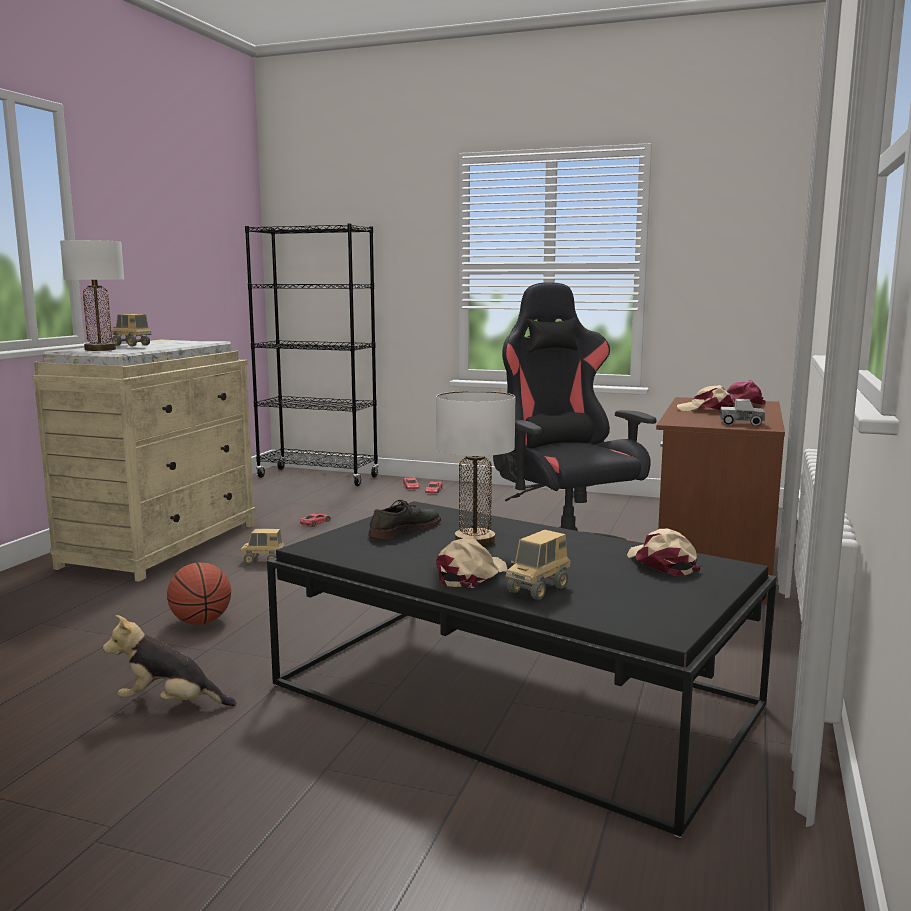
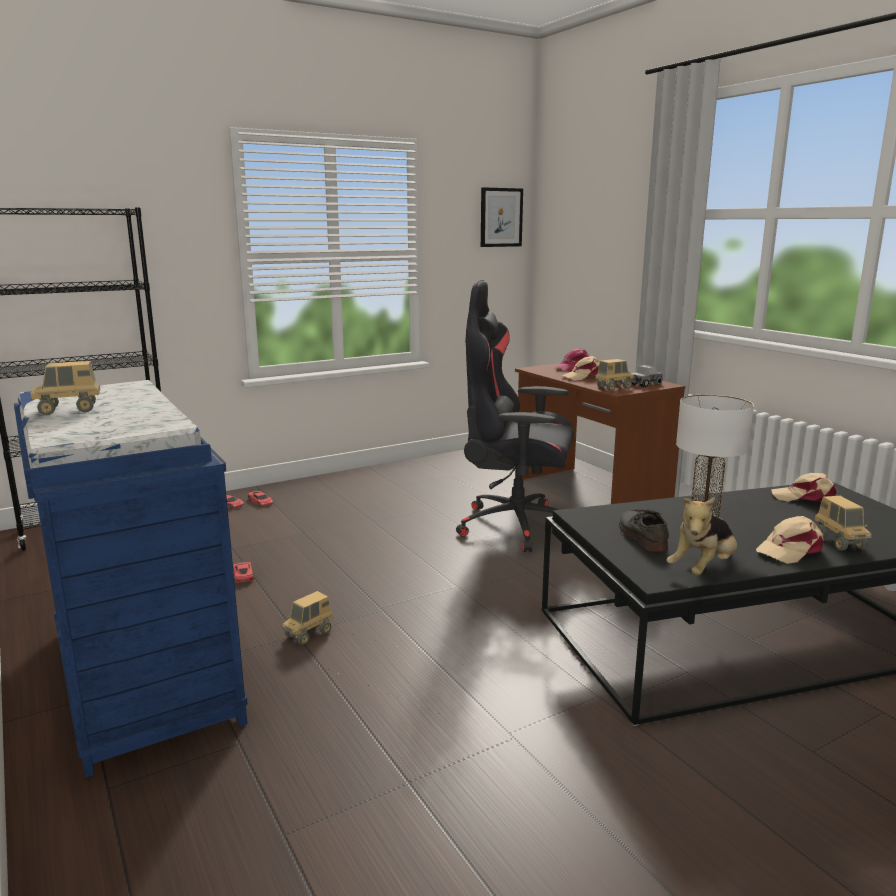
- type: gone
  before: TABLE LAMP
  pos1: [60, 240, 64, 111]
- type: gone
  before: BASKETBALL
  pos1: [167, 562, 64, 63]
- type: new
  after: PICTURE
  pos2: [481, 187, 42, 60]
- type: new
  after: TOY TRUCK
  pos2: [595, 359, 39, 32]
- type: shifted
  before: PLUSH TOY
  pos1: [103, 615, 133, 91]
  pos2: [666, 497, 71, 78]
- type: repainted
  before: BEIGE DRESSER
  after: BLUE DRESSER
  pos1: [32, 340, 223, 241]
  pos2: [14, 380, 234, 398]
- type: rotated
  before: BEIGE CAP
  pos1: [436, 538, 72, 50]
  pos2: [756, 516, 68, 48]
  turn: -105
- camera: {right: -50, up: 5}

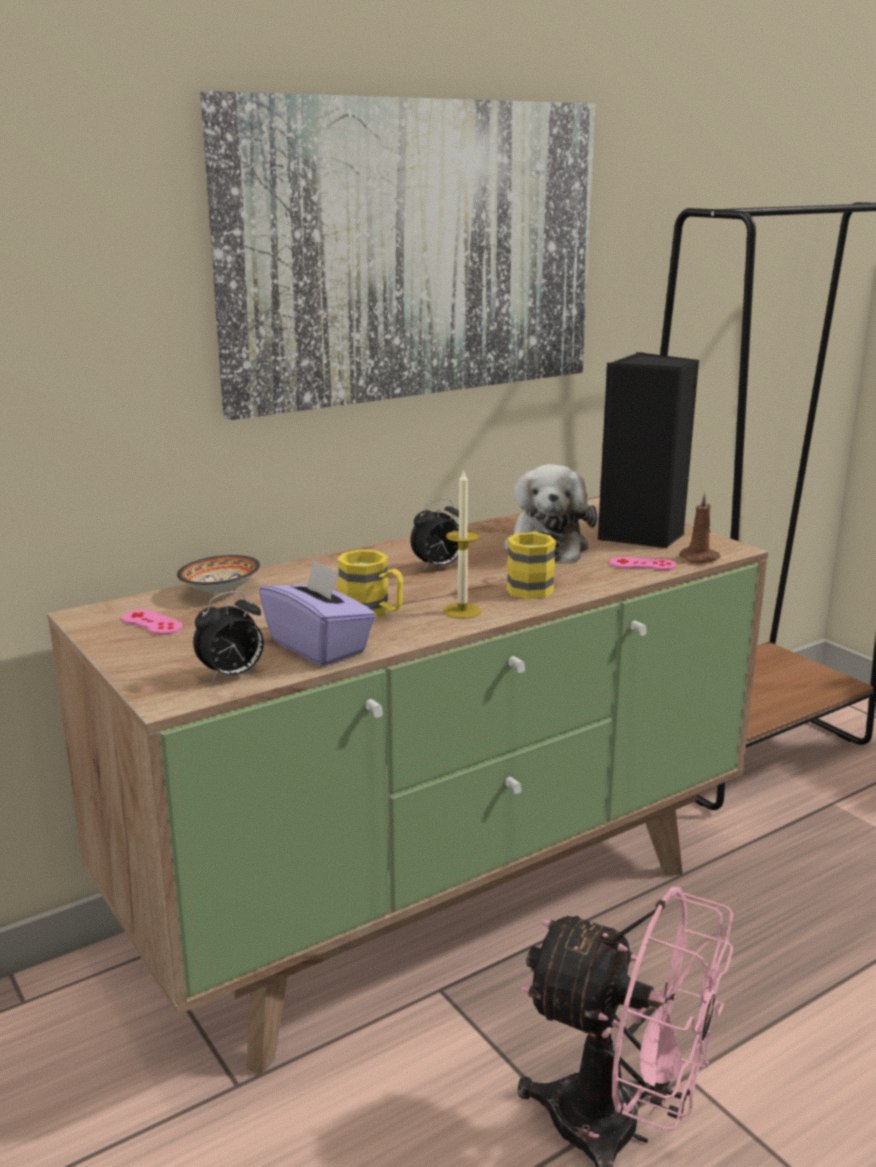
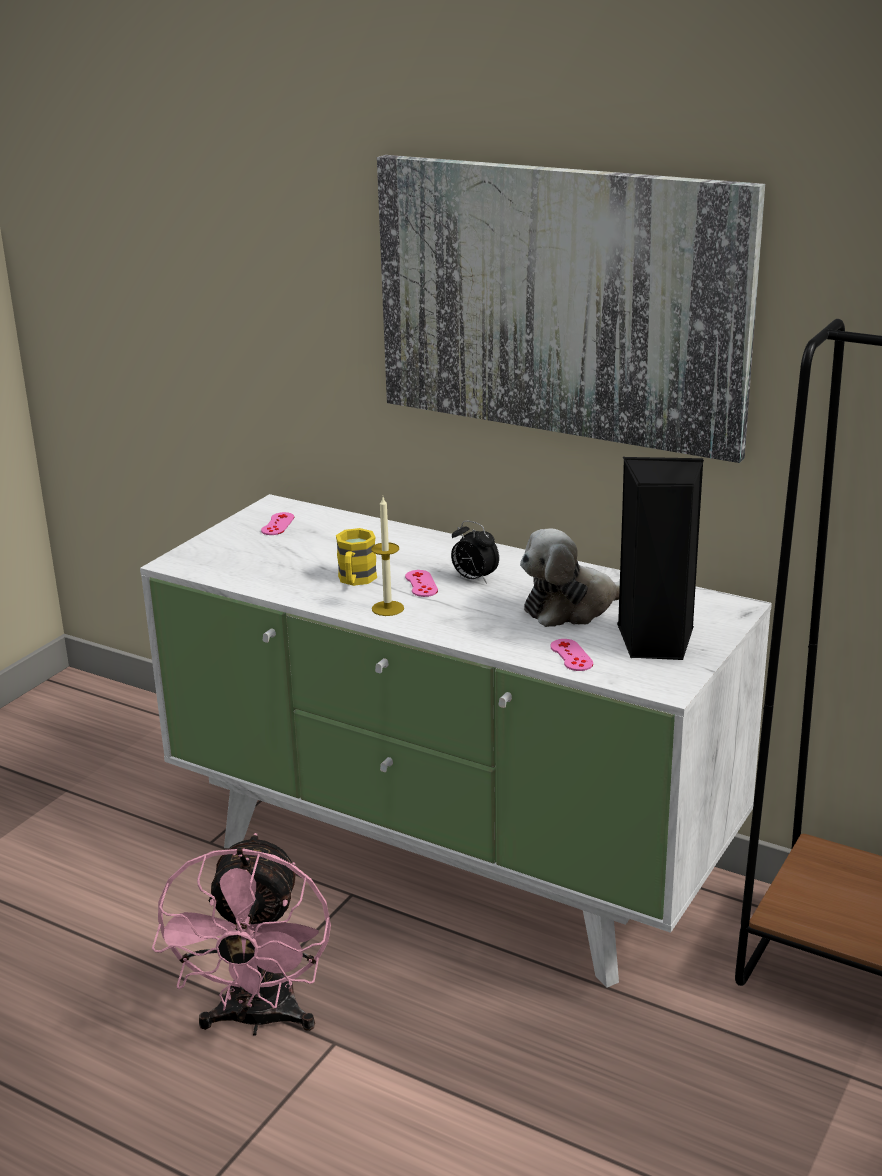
- type: gone
  before: BOWL
  pos1: [177, 555, 83, 38]
- type: gone
  before: ALARM CLOCK
  pos1: [193, 591, 71, 91]
- type: gone
  before: PURPLE TISSUE BOX
  pos1: [259, 559, 117, 107]
- type: gone
  before: YELLOW MUG
  pos1: [506, 531, 50, 68]
- type: gone
  before: BROWN CANDLE
  pos1: [679, 492, 42, 70]
- type: new
  after: PINK GAME CONTROLLER
  pos2: [405, 570, 33, 27]
- type: repainted
  before: GREEN DRESSER
  after: WHITE DRESSER
  pos1: [47, 496, 721, 579]
  pos2: [140, 494, 632, 494]
- camera: {right: 65, up: 5}

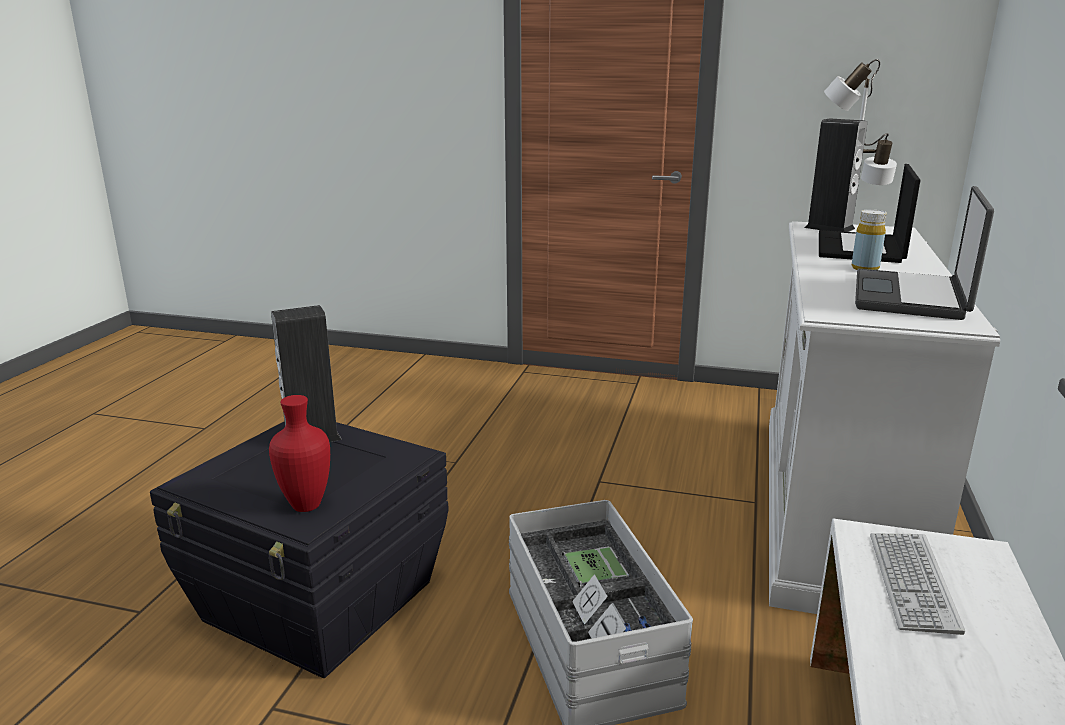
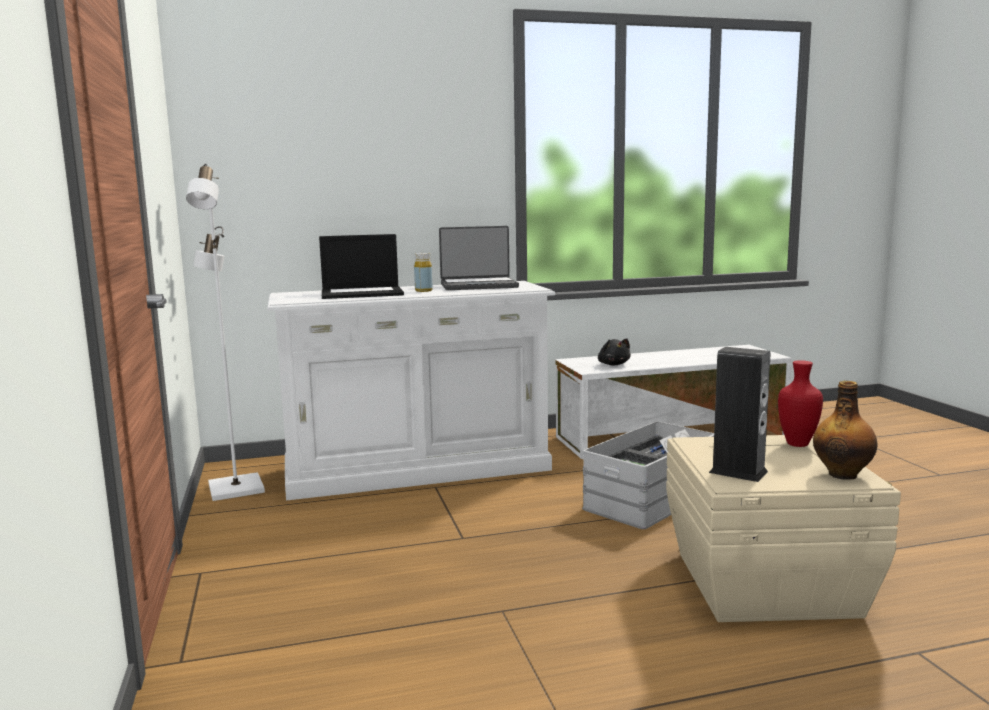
- type: gone
  before: SPEAKER
  pos1: [805, 118, 62, 114]
- type: new
  after: BOTTLE
  pos2: [813, 381, 65, 99]
- type: swapped
  before: KEYBOARD
  after: BLACK PLUSH TOY
  pos1: [870, 533, 95, 102]
  pos2: [598, 338, 33, 27]
- type: repainted
  before: BLACK STORAGE BOX
  after: BEIGE STORAGE BOX
  pos1: [150, 422, 299, 256]
  pos2: [666, 435, 235, 187]
- camera: {right: -120, up: -10}

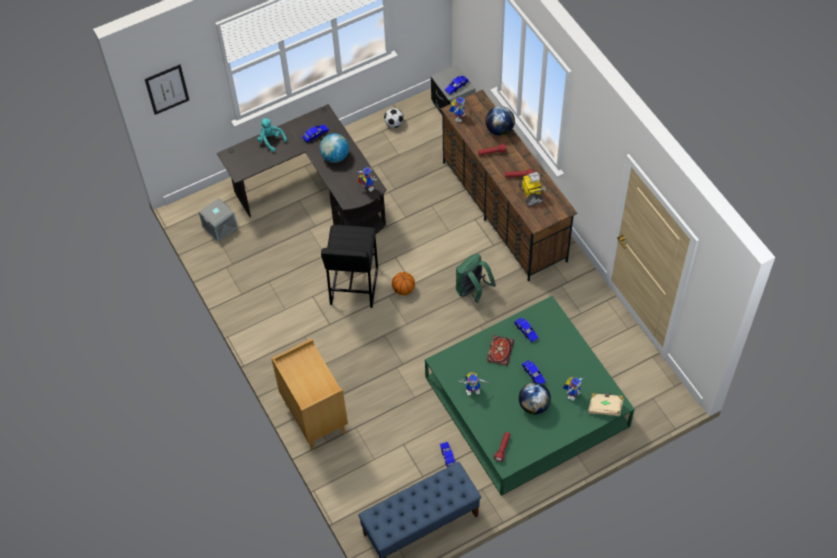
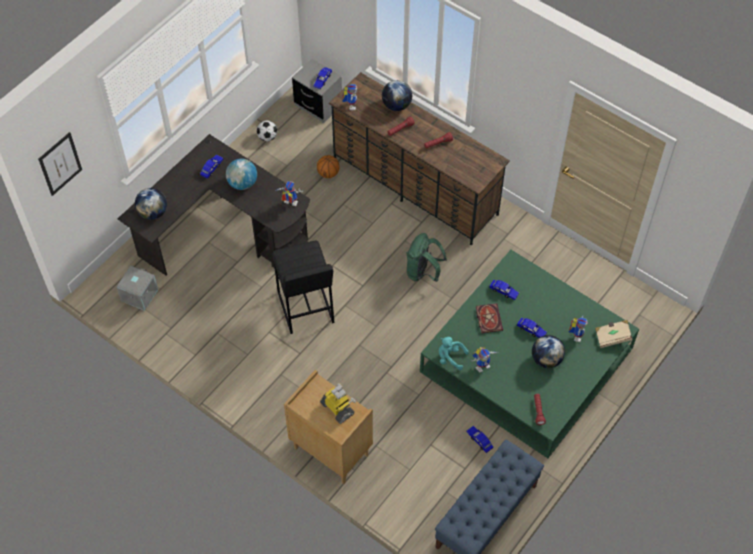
- type: new
  after: GLOBE
  pos2: [135, 188, 32, 32]
- type: shifted
  before: TURQUOISE PLUSH TOY
  pos1: [257, 118, 30, 34]
  pos2: [439, 337, 30, 33]
- type: shifted
  before: BASKETBALL
  pos1: [392, 272, 23, 23]
  pos2: [317, 155, 23, 23]
- type: shifted
  before: TOY ROBOT
  pos1: [519, 172, 28, 34]
  pos2: [320, 383, 36, 41]
- camera: {right: -25, up: 0}

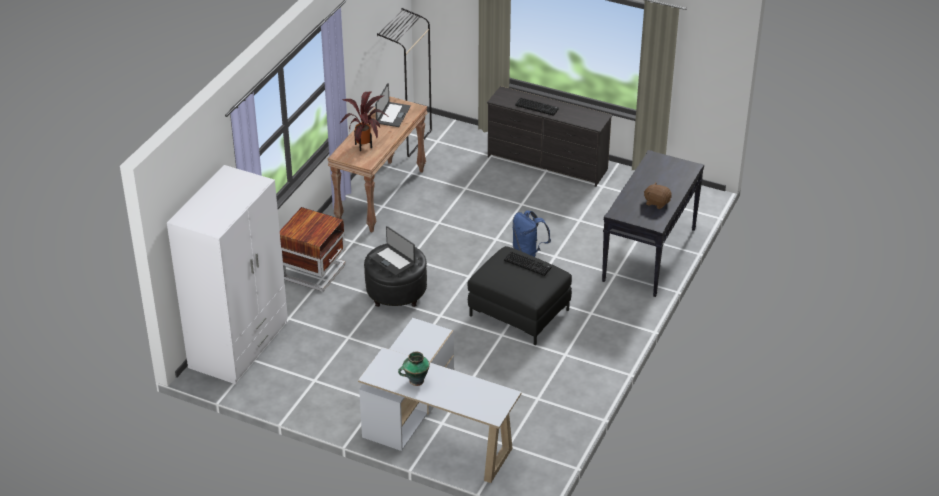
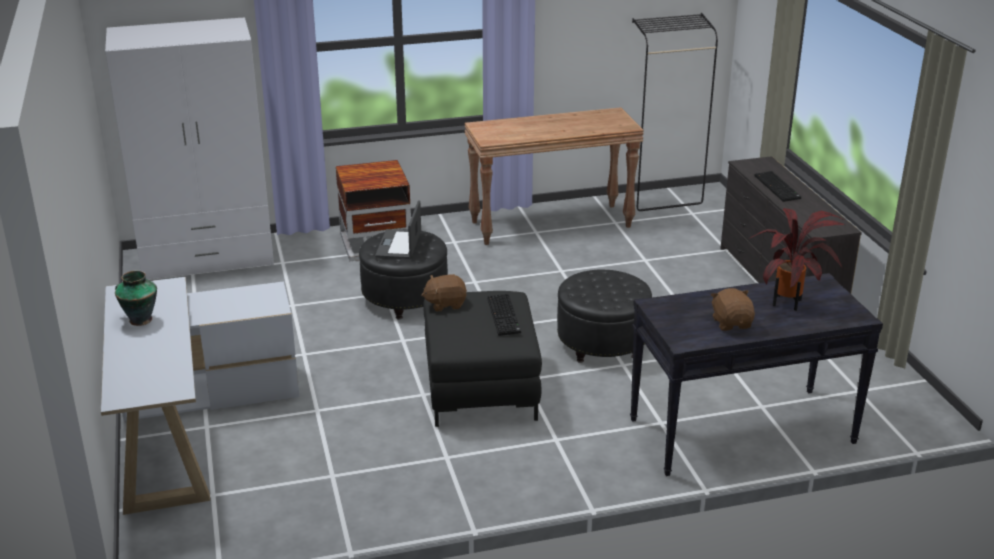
- type: gone
  before: LAPTOP
  pos1: [375, 83, 36, 44]
- type: new
  after: BROWN PLUSH TOY
  pos2: [421, 274, 46, 38]
- type: shifted
  before: POTTED PLANT
  pos1: [339, 91, 48, 60]
  pos2: [749, 208, 96, 103]
- type: swapped
  before: BLUE BACKPACK
  after: BLACK OTTOMAN
  pos1: [512, 210, 39, 47]
  pos2: [557, 270, 95, 93]
- camera: {right: 50, up: -10}

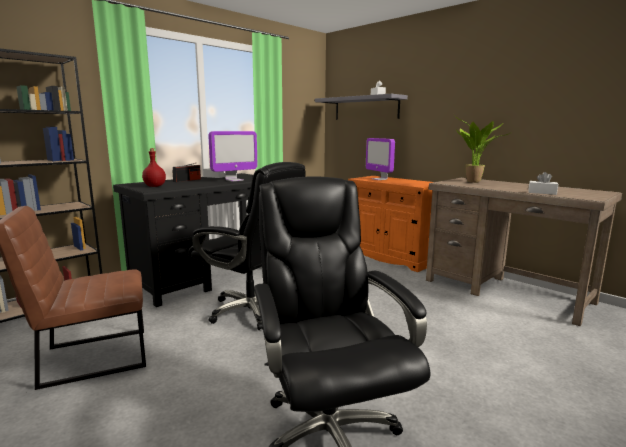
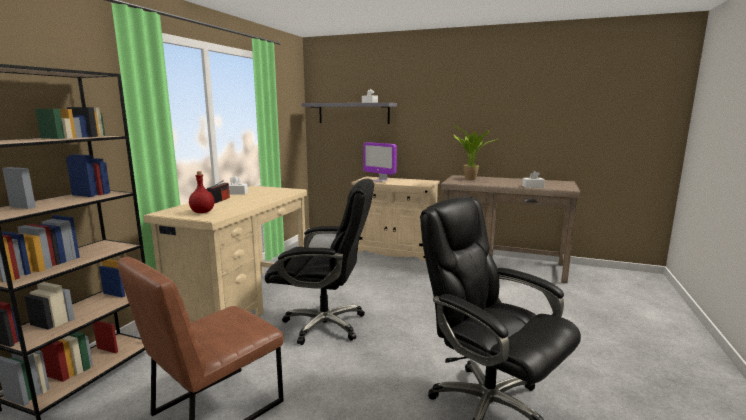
- type: gone
  before: MONITOR
  pos1: [208, 131, 49, 51]
- type: repainted
  before: BLACK DESK
  after: BEIGE DESK
  pos1: [113, 173, 140, 134]
  pos2: [143, 186, 164, 136]
- type: repainted
  before: ORANGE CABINET
  after: BEIGE CABINET
  pos1: [348, 176, 85, 96]
  pos2: [352, 177, 88, 84]
- camera: {right: -25, up: 0}

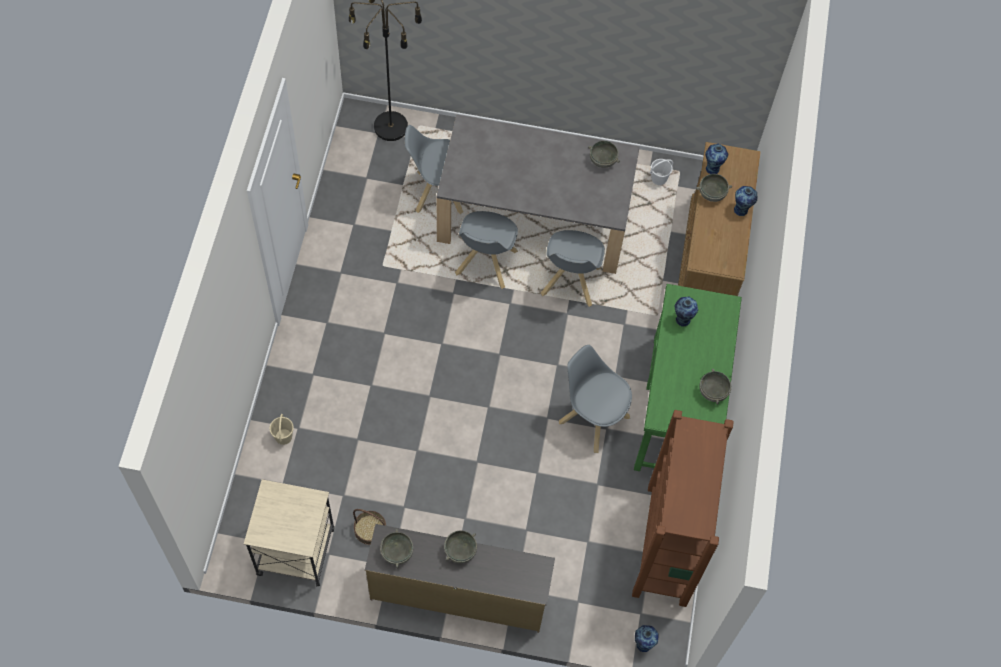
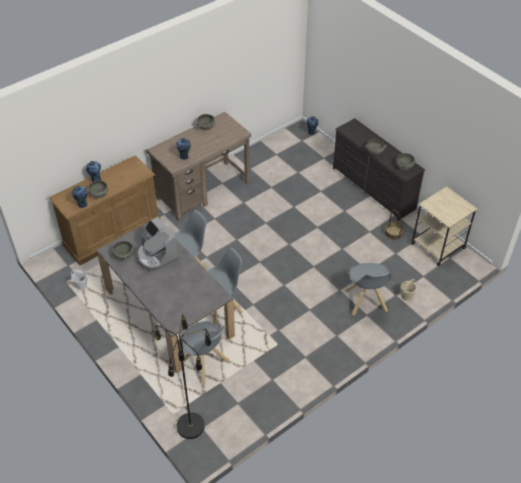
- type: gone
  before: BROWN BOOKCASE
  pos1: [632, 410, 102, 197]
- type: new
  after: COFFEE MACHINE
  pos2: [136, 217, 43, 54]
- type: shifted
  before: GREY CHAIR
  pos1: [559, 345, 73, 108]
  pos2: [345, 263, 46, 53]
- type: repainted
  before: GREEN DESK
  after: BROWN DESK
  pos1: [634, 284, 108, 187]
  pos2: [147, 112, 104, 109]
- camera: {right: -135, up: -15}

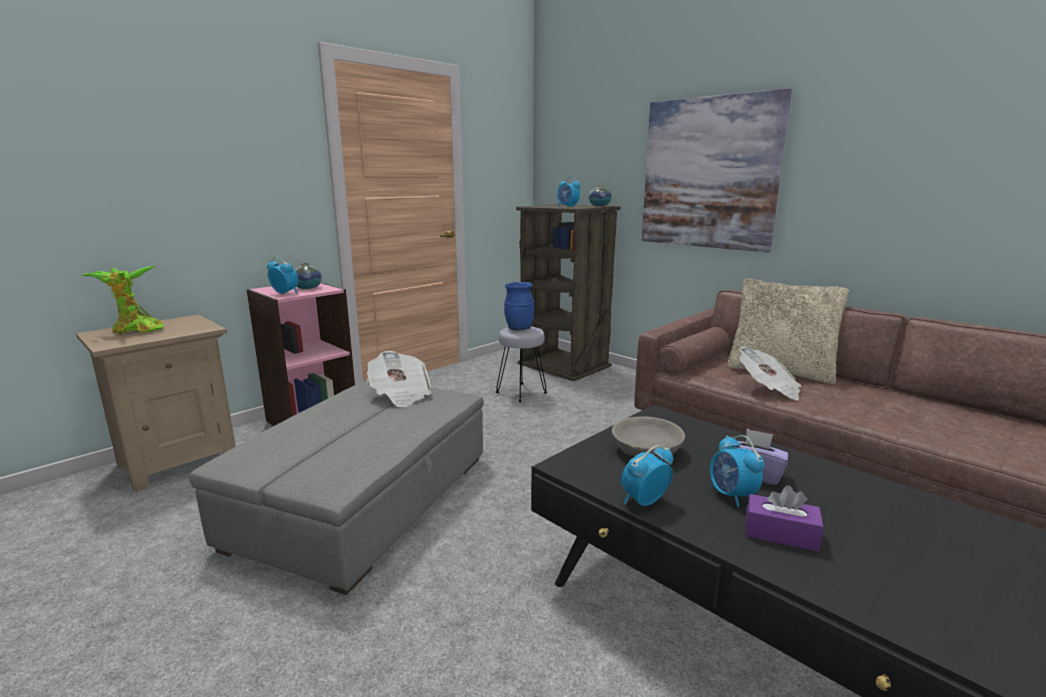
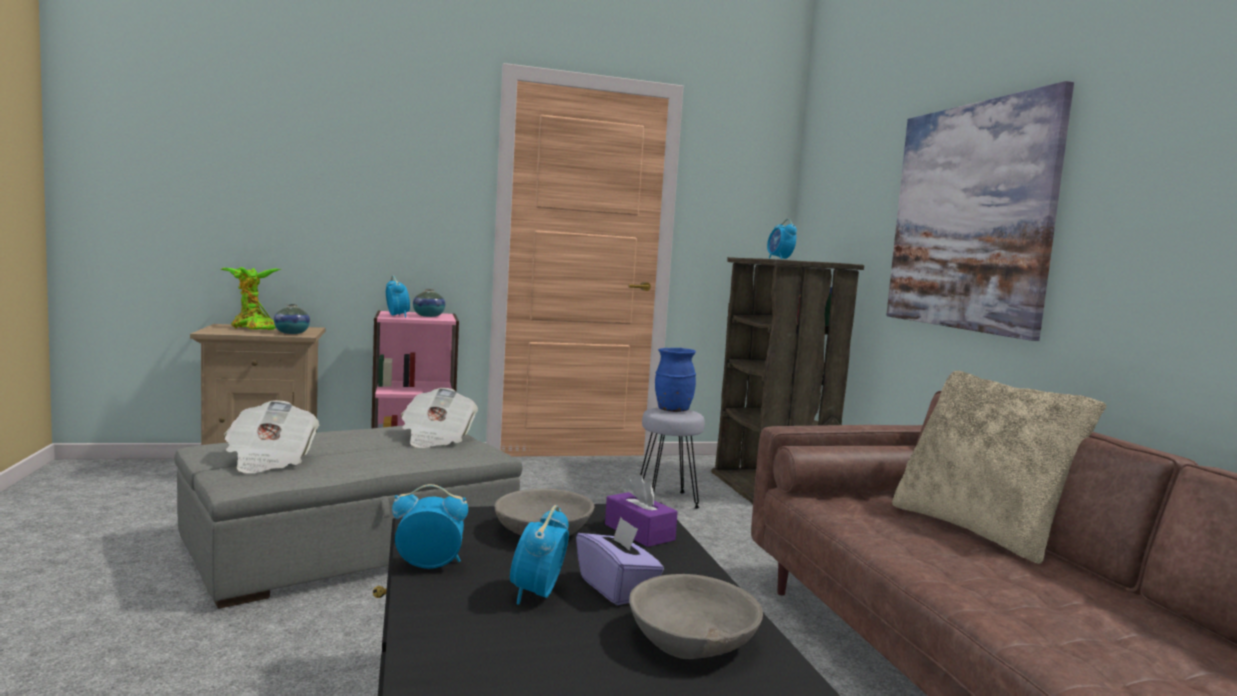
- type: new
  after: GREY BOWL
  pos2: [629, 574, 134, 85]
- type: shifted
  before: VASE
  pos1: [589, 185, 23, 21]
  pos2: [274, 304, 36, 30]
- type: shifted
  before: NEWSPAPER
  pos1: [739, 347, 62, 54]
  pos2: [224, 400, 95, 73]
- type: shifted
  before: PURPLE TISSUE BOX
  pos1: [745, 485, 79, 67]
  pos2: [605, 475, 73, 72]
- camera: {right: 30, up: -10}

